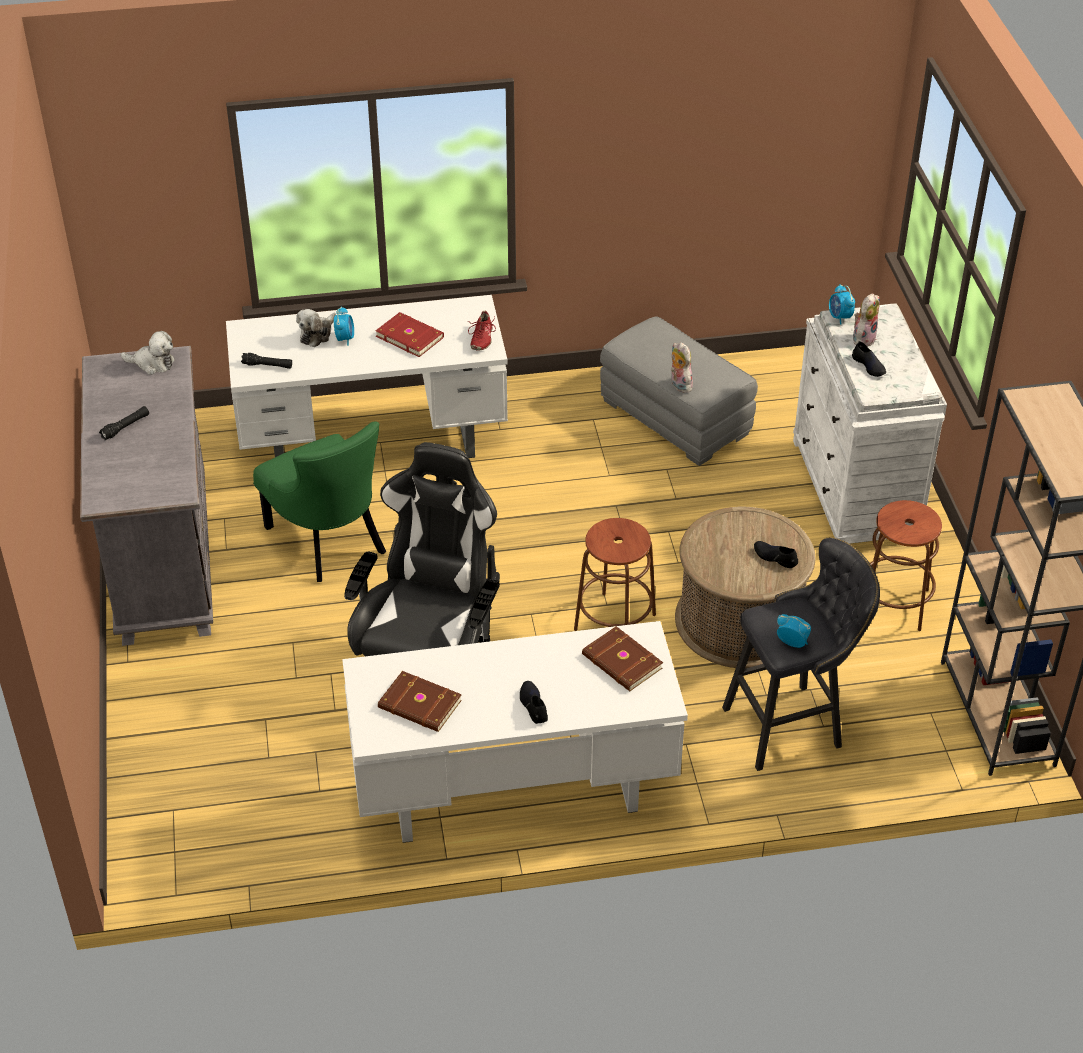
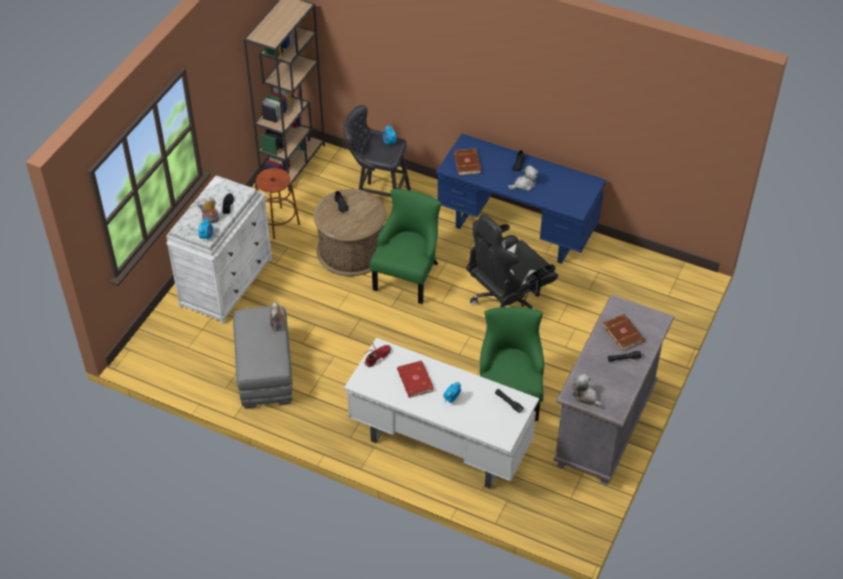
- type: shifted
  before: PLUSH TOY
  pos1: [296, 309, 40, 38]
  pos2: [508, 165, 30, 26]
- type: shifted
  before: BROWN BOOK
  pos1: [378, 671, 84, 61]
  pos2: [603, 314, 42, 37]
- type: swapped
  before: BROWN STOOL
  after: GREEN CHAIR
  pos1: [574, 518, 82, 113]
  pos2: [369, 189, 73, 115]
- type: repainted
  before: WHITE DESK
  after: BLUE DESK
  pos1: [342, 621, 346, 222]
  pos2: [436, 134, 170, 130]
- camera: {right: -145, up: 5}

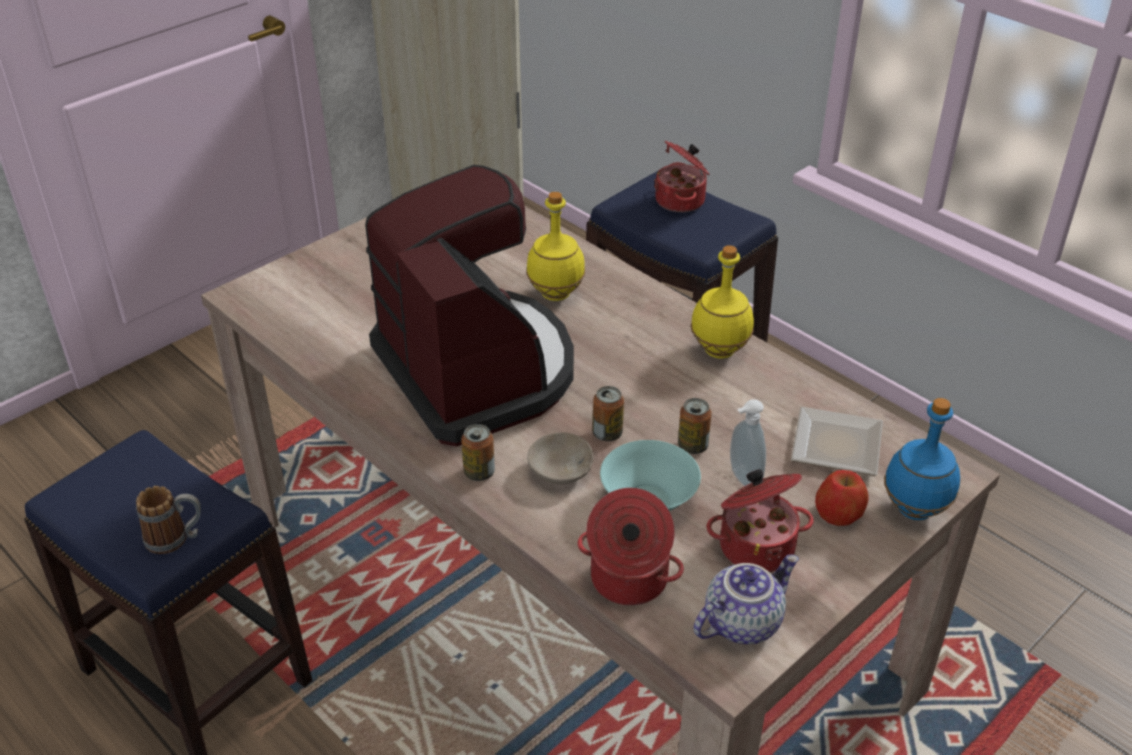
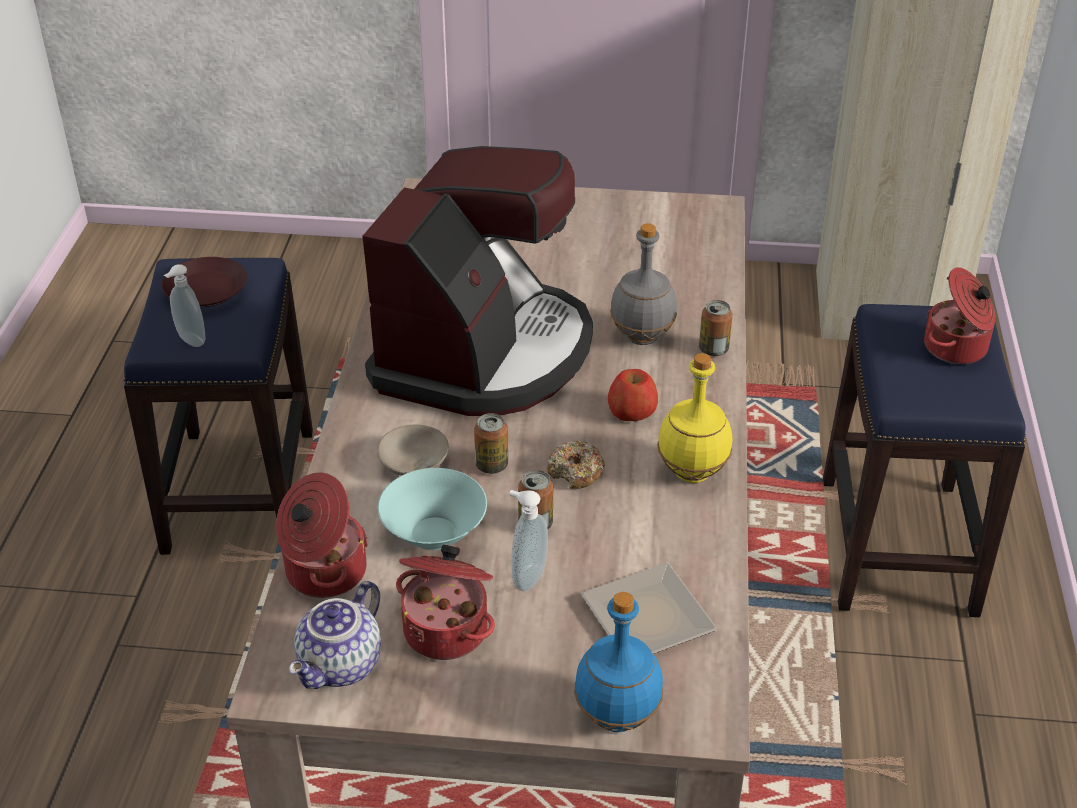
- type: new
  after: BROWN PLATE
  pos2: [162, 257, 85, 50]
- type: new
  after: DONUT
  pos2: [547, 441, 58, 48]
- type: shifted
  before: CAN
  pos1: [461, 424, 34, 57]
  pos2: [699, 300, 34, 56]
- type: shifted
  before: APPLE
  pos1: [815, 470, 54, 56]
  pos2: [608, 369, 50, 52]
- type: swapped
  before: MUG
  after: SOAP DISPENSER
  pos1: [136, 486, 65, 68]
  pos2: [164, 264, 41, 83]
- type: repainted
  before: YELLOW BOTTLE
  after: GREY BOTTLE
  pos1: [526, 192, 59, 109]
  pos2: [610, 223, 67, 122]
- type: rotated
  before: TEAPOT
  pos1: [694, 554, 105, 90]
  pos2: [289, 581, 92, 108]
  turn: 105
- camera: {right: 50, up: 0}

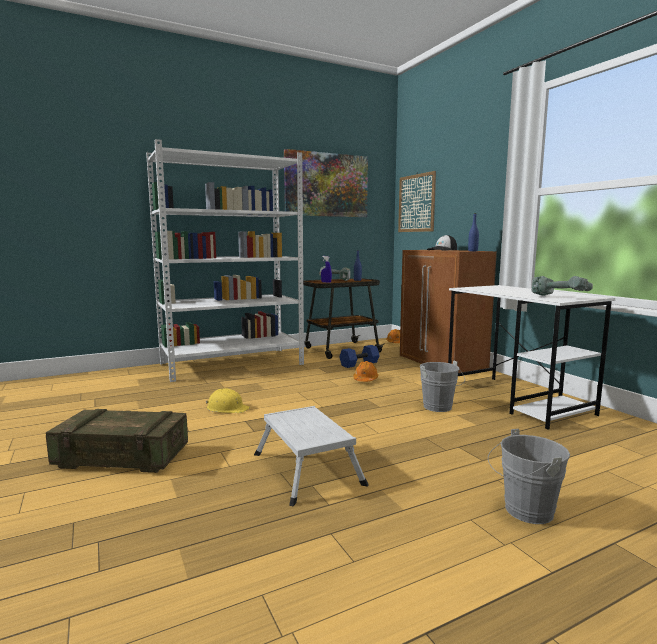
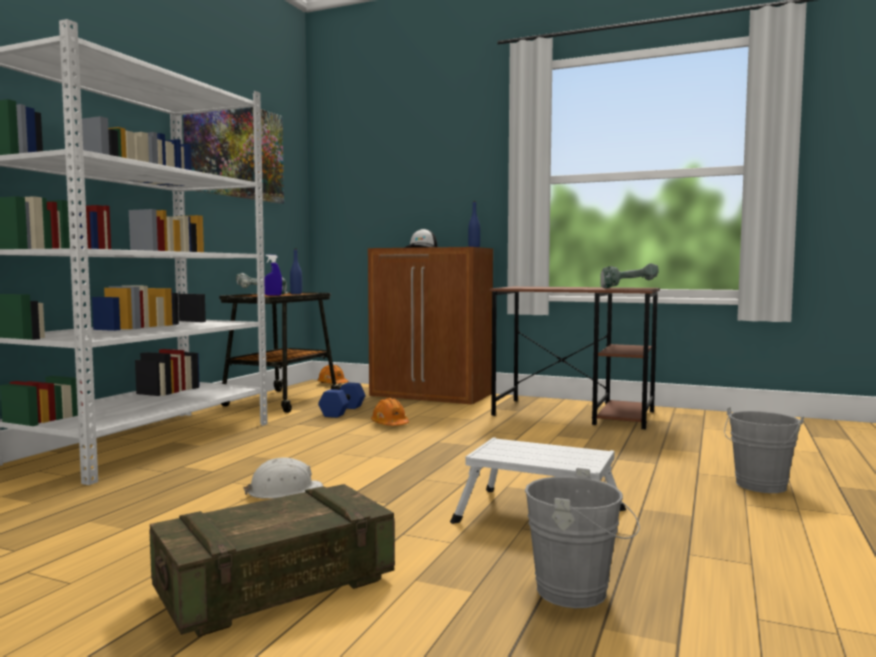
- type: gone
  before: PICTURE
  pos1: [398, 171, 38, 61]
- type: shifted
  before: GREY BUCKET
  pos1: [420, 360, 45, 52]
  pos2: [525, 468, 115, 140]
- type: repainted
  before: YELLOW HARD HAT
  after: WHITE HARD HAT
  pos1: [206, 388, 44, 25]
  pos2: [244, 458, 80, 41]
- type: repainted
  before: WHITE DESK
  after: BROWN DESK
  pos1: [448, 285, 167, 145]
  pos2: [489, 286, 171, 144]
- camera: {right: -40, up: -5}

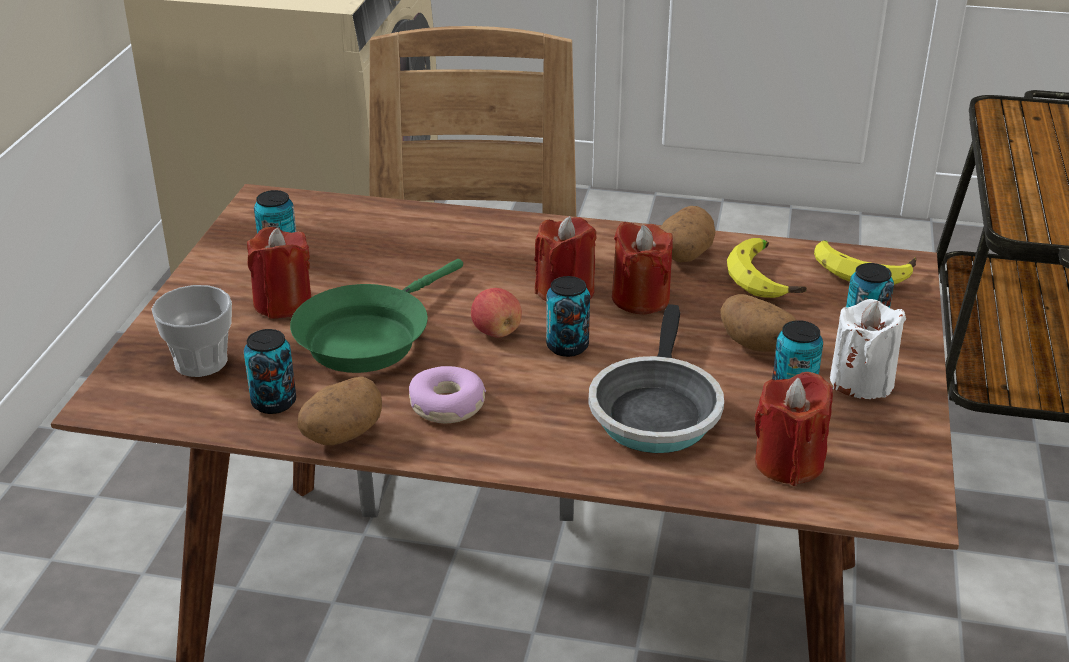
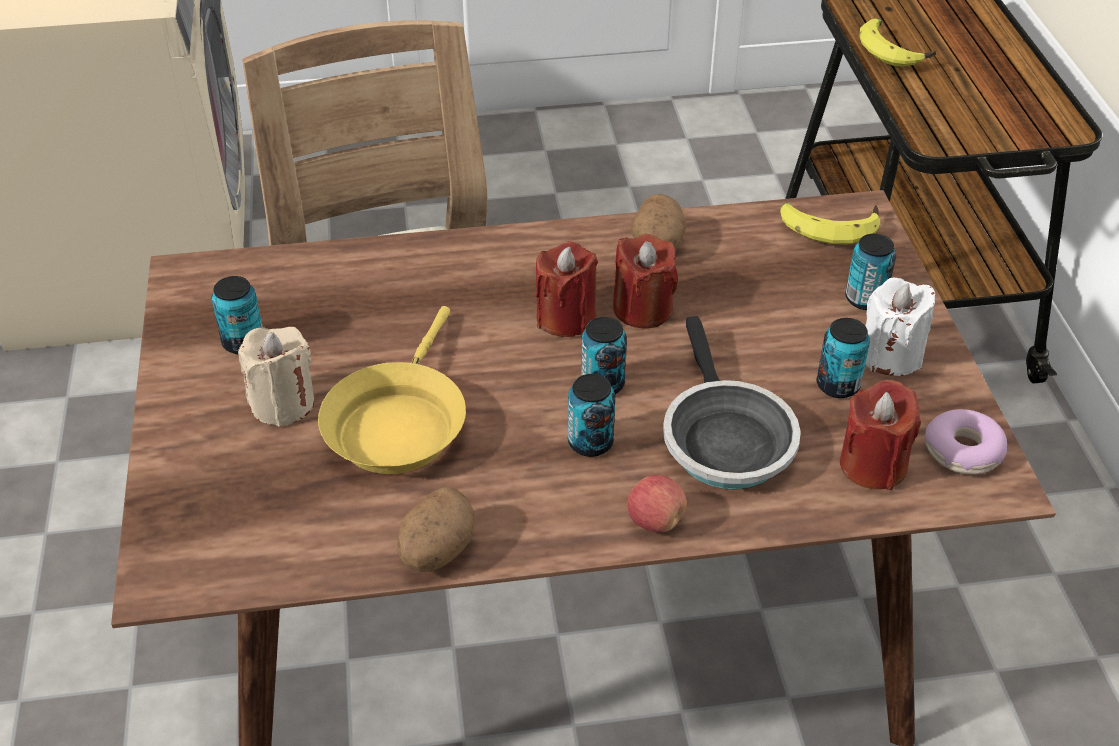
- type: gone
  before: CUP
  pos1: [151, 285, 81, 92]
- type: gone
  before: POTATO
  pos1: [720, 294, 77, 58]
- type: shifted
  before: CAN
  pos1: [244, 329, 52, 85]
  pos2: [568, 374, 47, 83]
- type: shifted
  before: DONUT
  pos1: [409, 366, 77, 57]
  pos2: [924, 409, 83, 66]
- type: shifted
  before: APPLE
  pos1: [471, 288, 51, 49]
  pos2: [627, 475, 60, 57]
- type: shifted
  before: BANANA
  pos1: [727, 238, 80, 60]
  pos2: [859, 18, 77, 48]
- type: repainted
  before: RED CANDLE
  after: BEIGE CANDLE
  pos1: [247, 227, 64, 92]
  pos2: [238, 327, 76, 100]
- type: repainted
  before: GREEN FRYING PAN
  after: YELLOW FRYING PAN
  pos1: [290, 259, 173, 114]
  pos2: [318, 306, 148, 168]
- camera: {right: -20, up: 10}

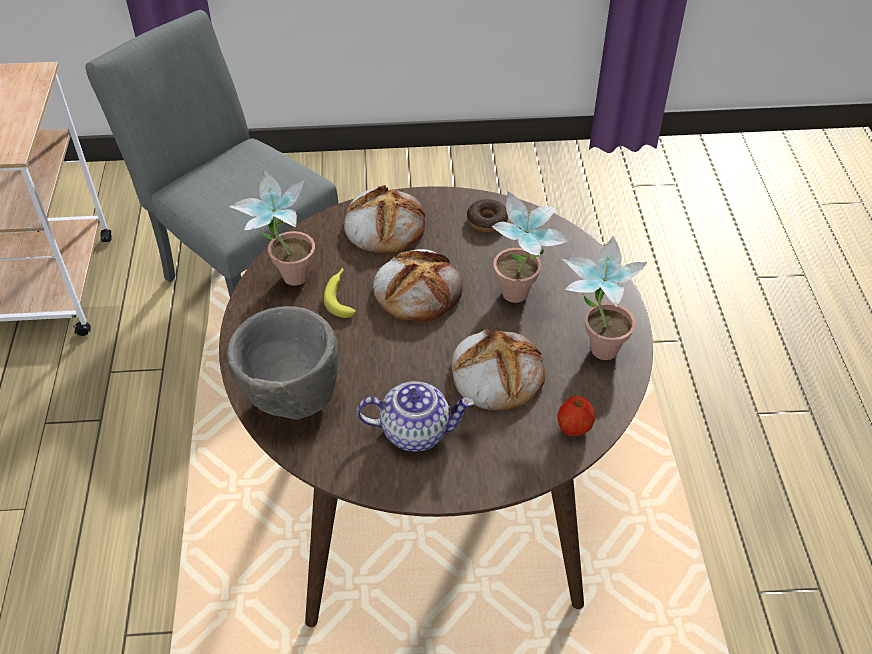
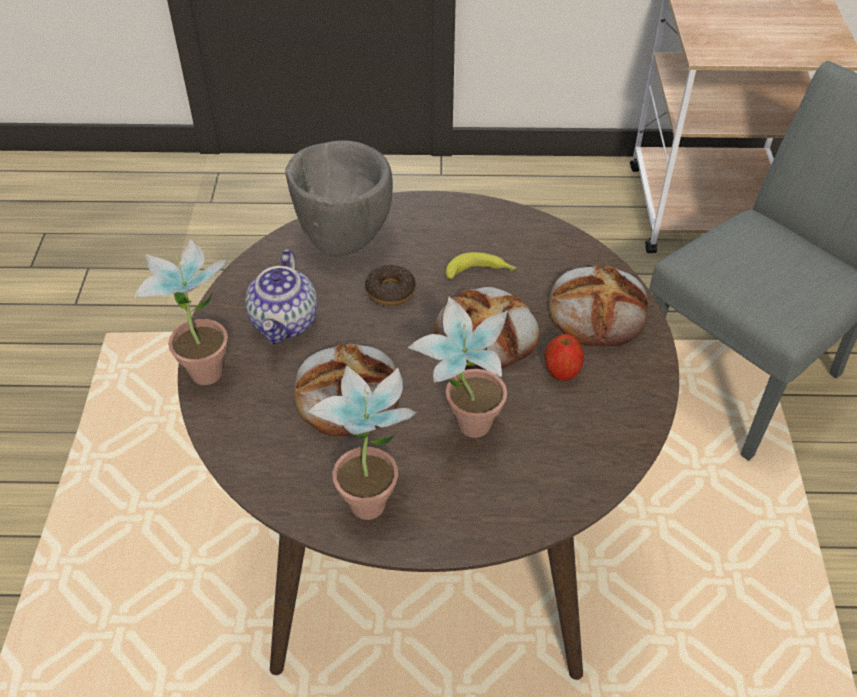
- type: shifted
  before: POTTED PLANT
  pos1: [229, 170, 86, 116]
  pos2: [134, 239, 95, 146]
- type: shifted
  before: DONUT
  pos1: [467, 199, 41, 33]
  pos2: [365, 265, 51, 41]
- type: shifted
  before: APPLE
  pos1: [557, 396, 38, 40]
  pos2: [544, 334, 40, 47]
- camera: {right: 95, up: 0}

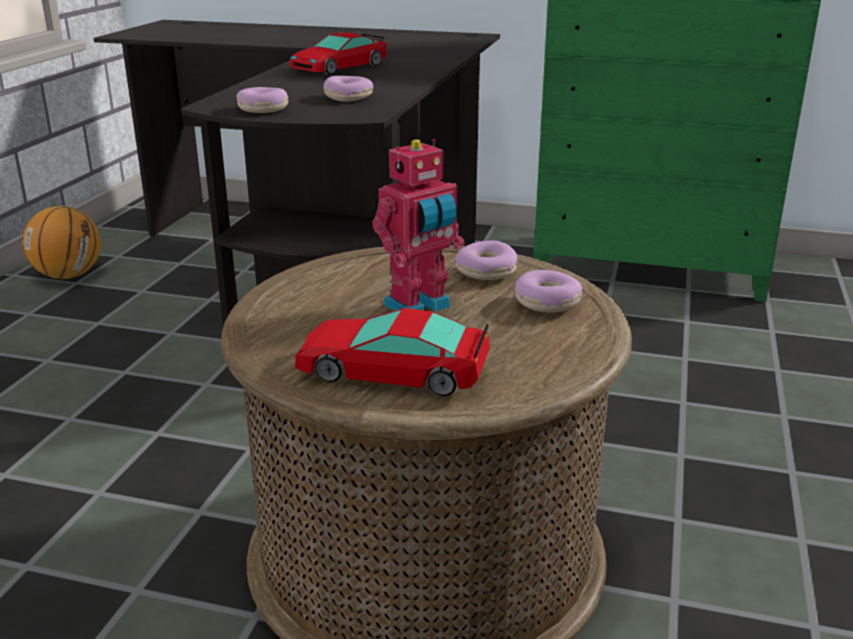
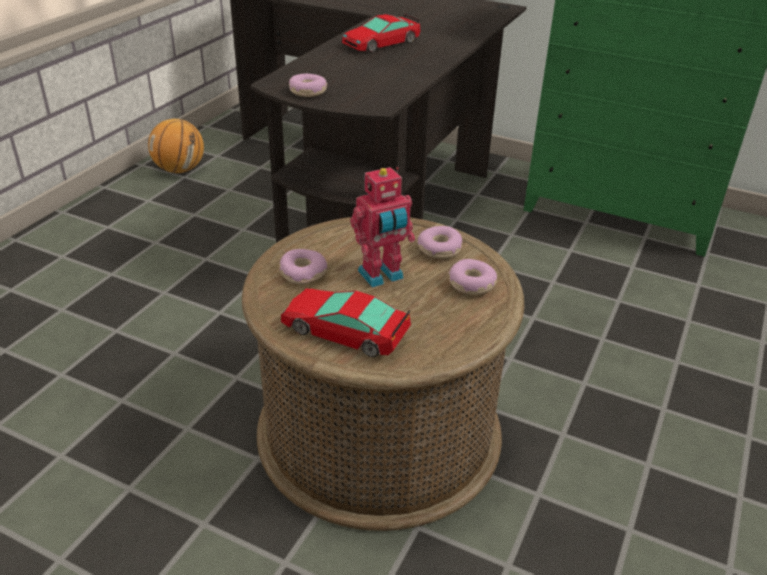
- type: shifted
  before: DONUT
  pos1: [323, 76, 51, 26]
  pos2: [279, 249, 48, 36]
- camera: {right: 10, up: 10}

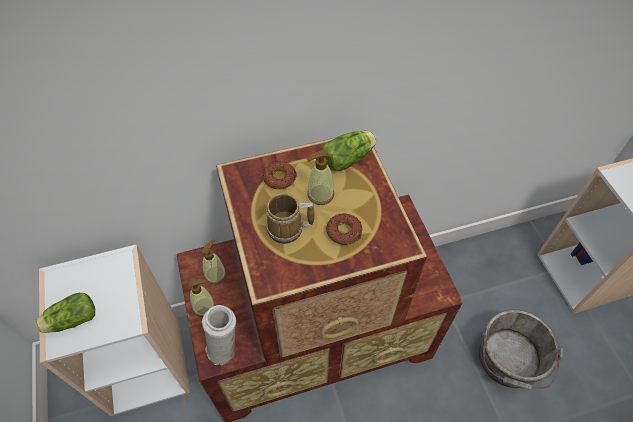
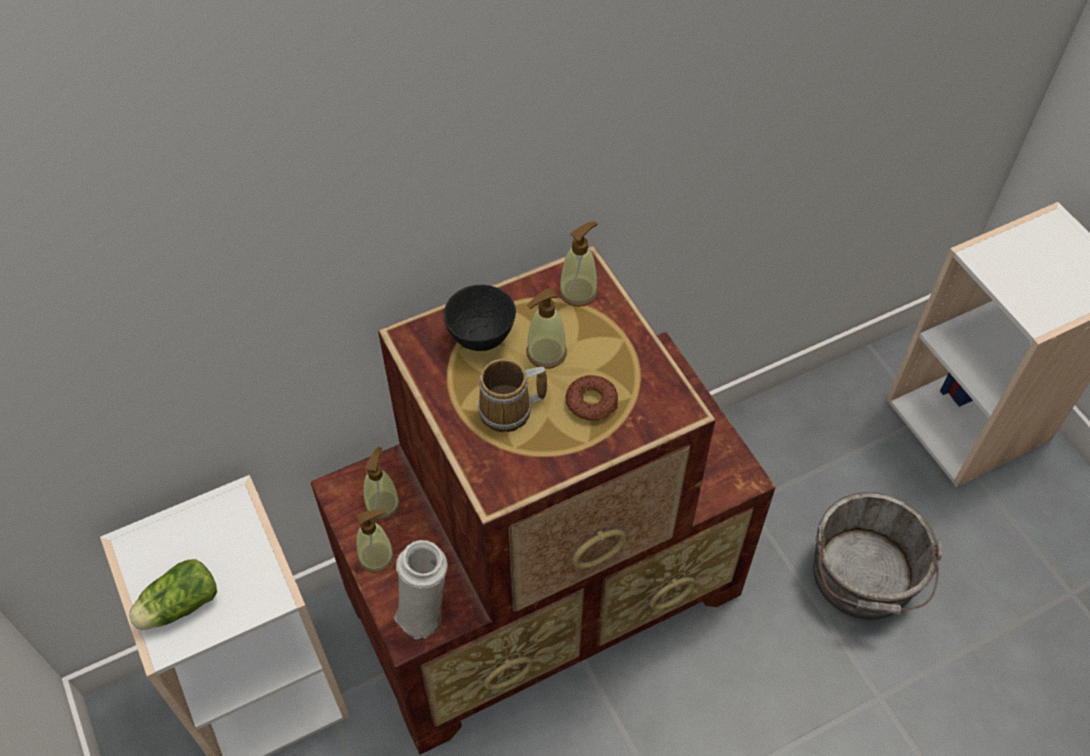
- type: swapped
  before: DONUT
  after: BLACK BOWL
  pos1: [263, 161, 34, 28]
  pos2: [444, 284, 72, 67]
- type: swapped
  before: LETTUCE
  after: SOAP DISPENSER
  pos1: [322, 131, 55, 40]
  pos2: [559, 221, 39, 86]
- camera: {right: -10, up: 0}

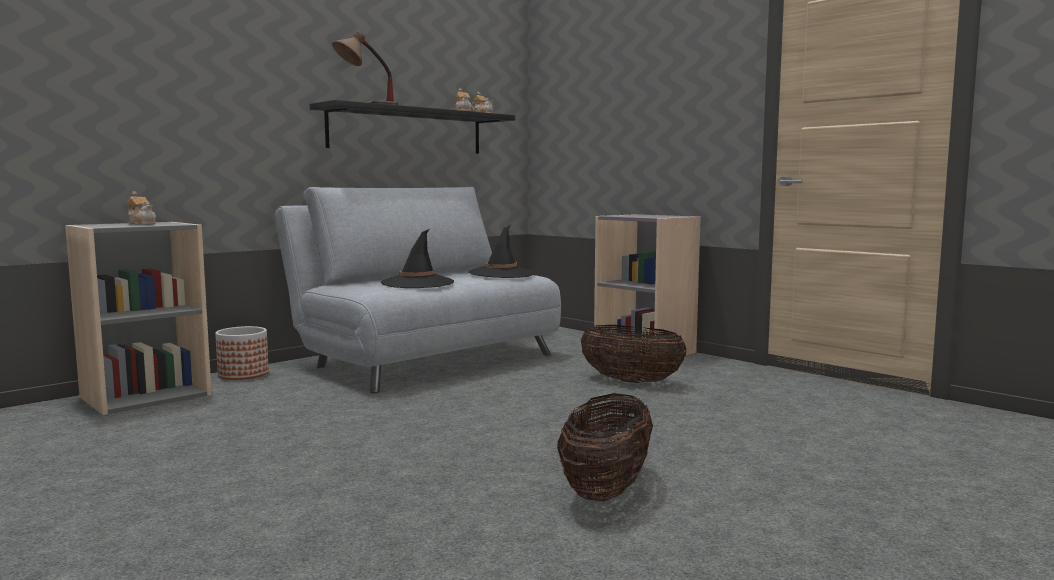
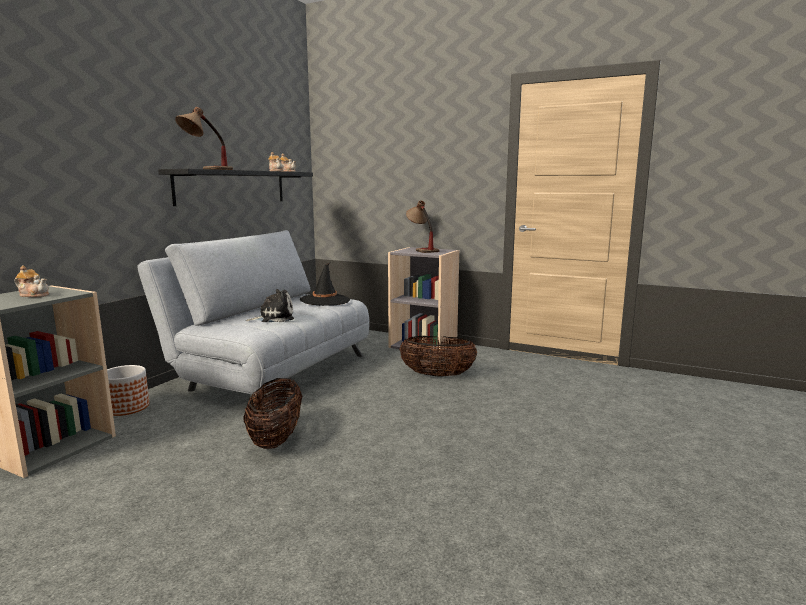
- type: new
  after: TABLE LAMP
  pos2: [406, 200, 34, 53]
- type: shifted
  before: BASKET
  pos1: [557, 393, 96, 108]
  pos2: [243, 378, 59, 71]
- type: swapped
  before: BLACK HAT
  after: PLUSH TOY
  pos1: [381, 229, 73, 59]
  pos2: [246, 289, 48, 33]
- camera: {right: -20, up: 5}

